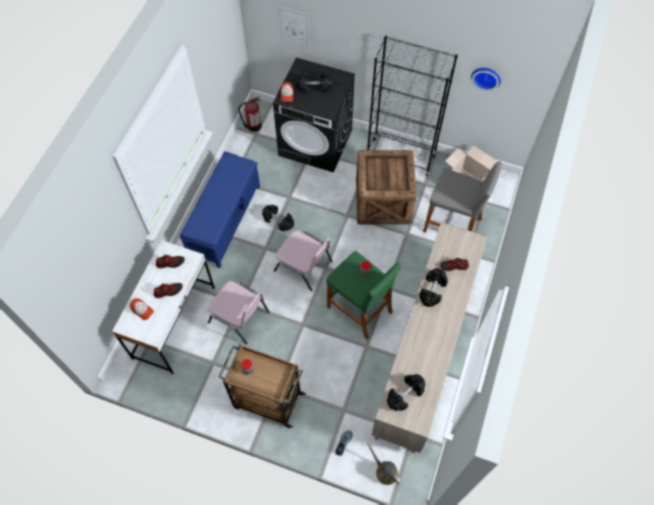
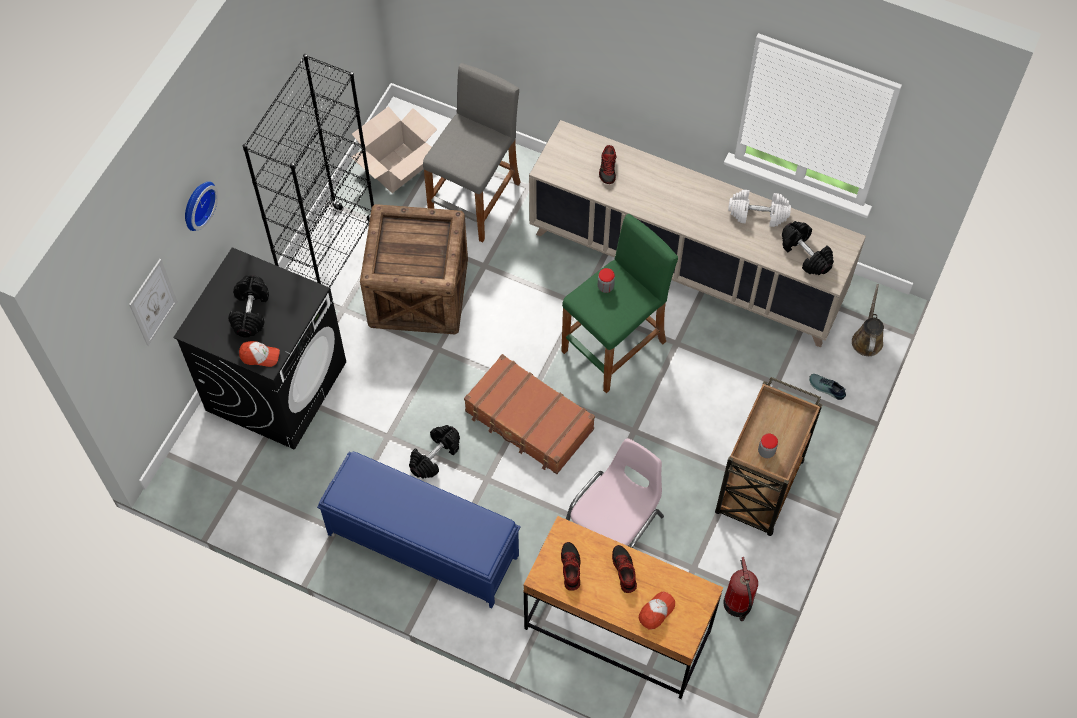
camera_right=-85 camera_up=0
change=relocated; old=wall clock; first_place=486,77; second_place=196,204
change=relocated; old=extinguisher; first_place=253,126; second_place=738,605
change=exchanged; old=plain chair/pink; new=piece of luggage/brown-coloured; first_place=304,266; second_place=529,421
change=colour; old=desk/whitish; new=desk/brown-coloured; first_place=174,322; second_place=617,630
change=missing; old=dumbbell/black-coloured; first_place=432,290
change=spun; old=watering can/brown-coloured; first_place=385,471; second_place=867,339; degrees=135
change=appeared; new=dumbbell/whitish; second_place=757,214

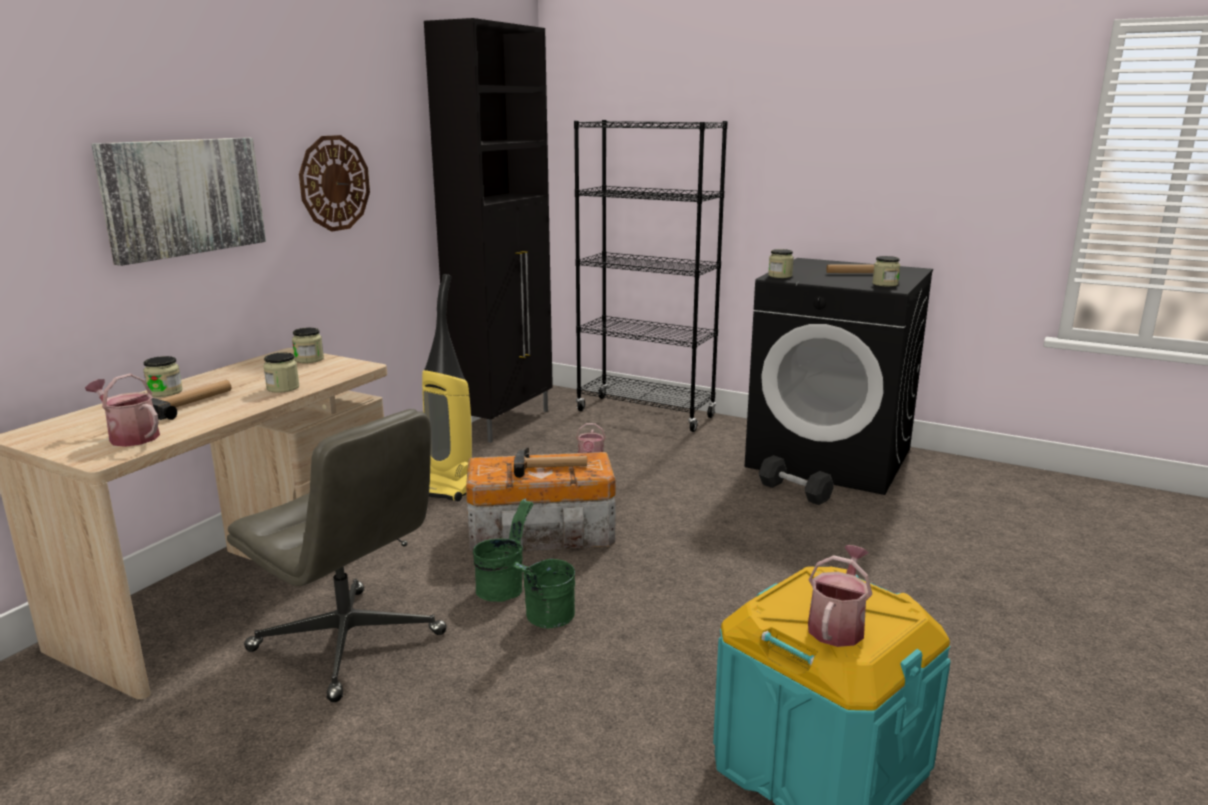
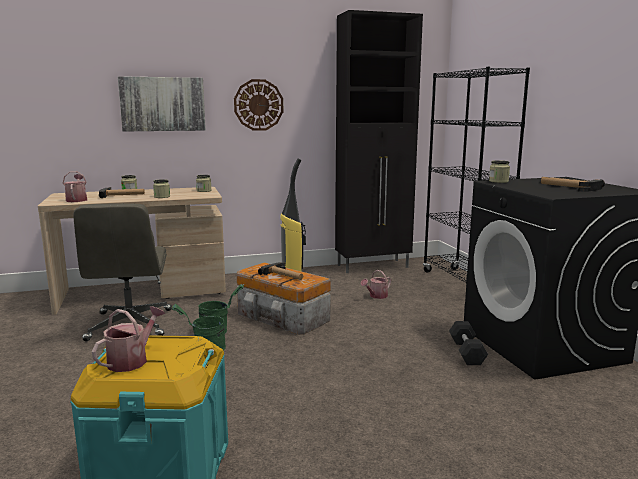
camera_right=45 camera_up=-5
change=missing; old=storage jar; first_place=885,284
change=spun; old=watering can; first_place=837,625; second_place=132,360; degrees=-45

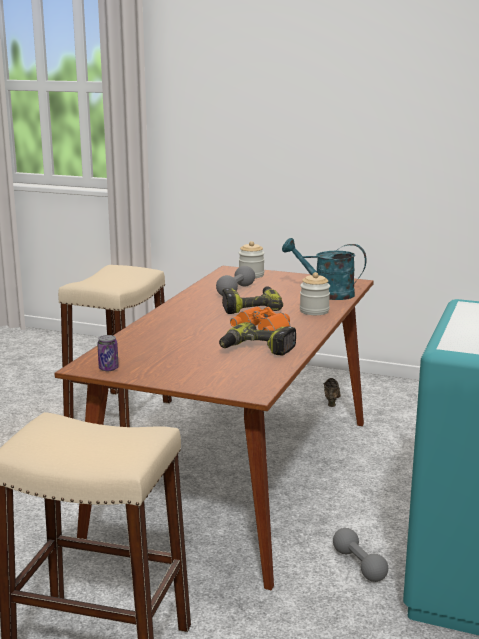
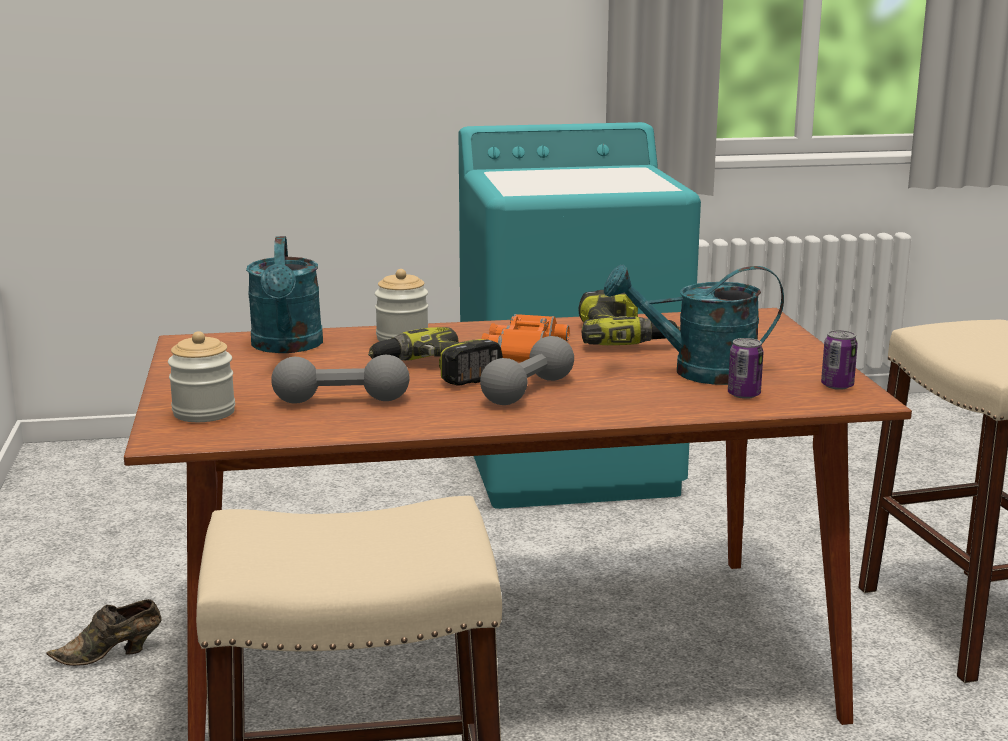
camera_right=-120 camera_up=0
change=relocated; old=dumbbell/grey; first_place=359,565; second_place=528,391
change=appeared; new=watering can/blue-green; second_place=699,372
change=appeared; new=metal can; second_place=744,394

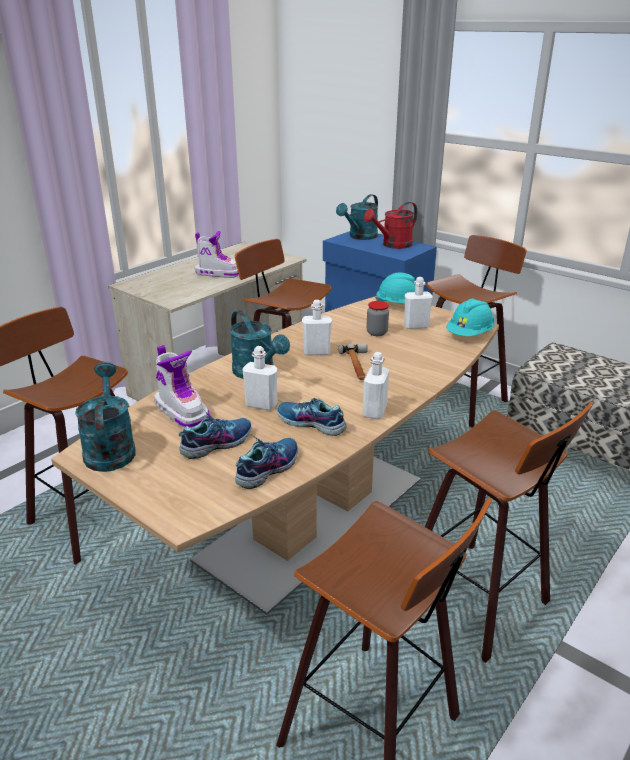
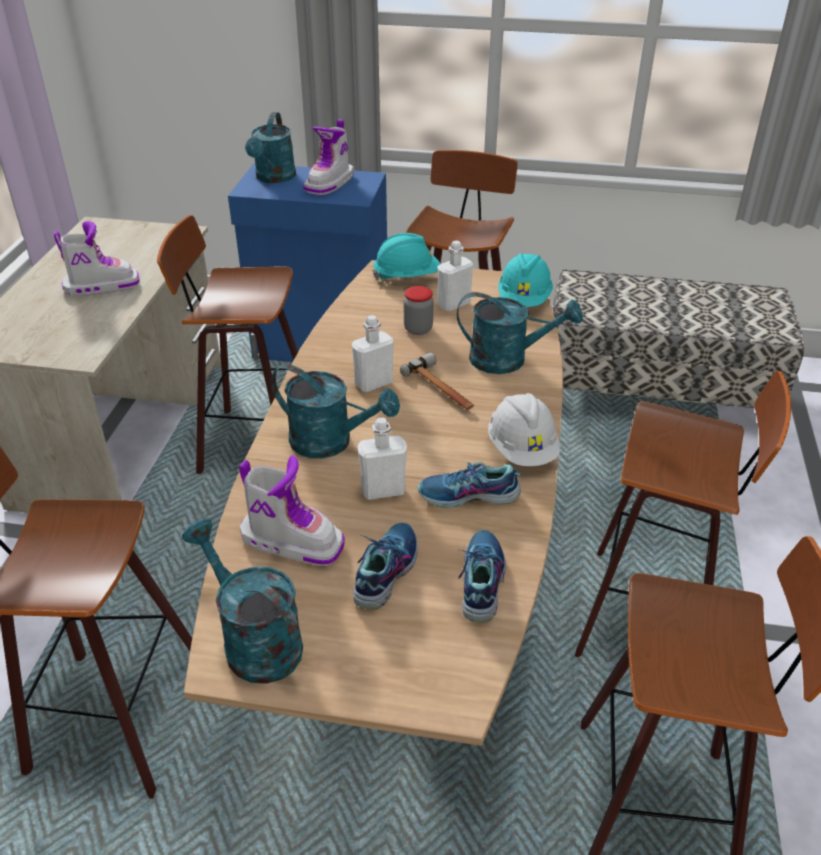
camera_right=-30 camera_up=10
change=exchanged; old=watering can/red-coloured; new=boot; first_place=393,245; second_place=330,183
change=exchanged; old=bottle/whitish; new=work helmet/whitish; first_place=374,411; second_place=522,450
change=appeared; new=watering can/blue-green; second_place=508,360

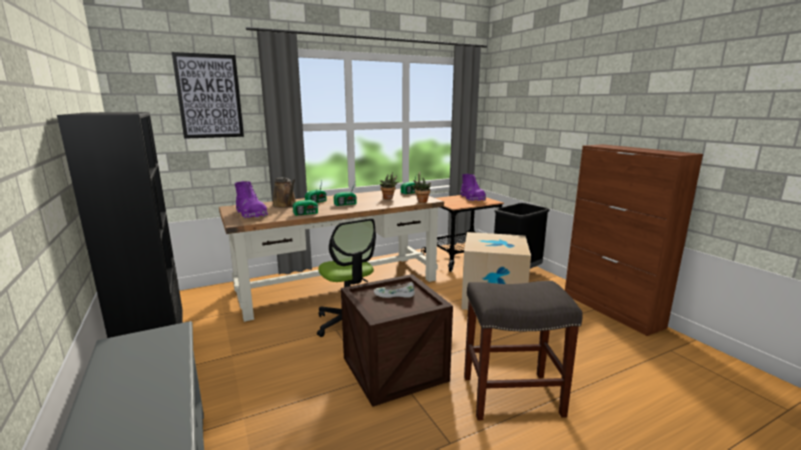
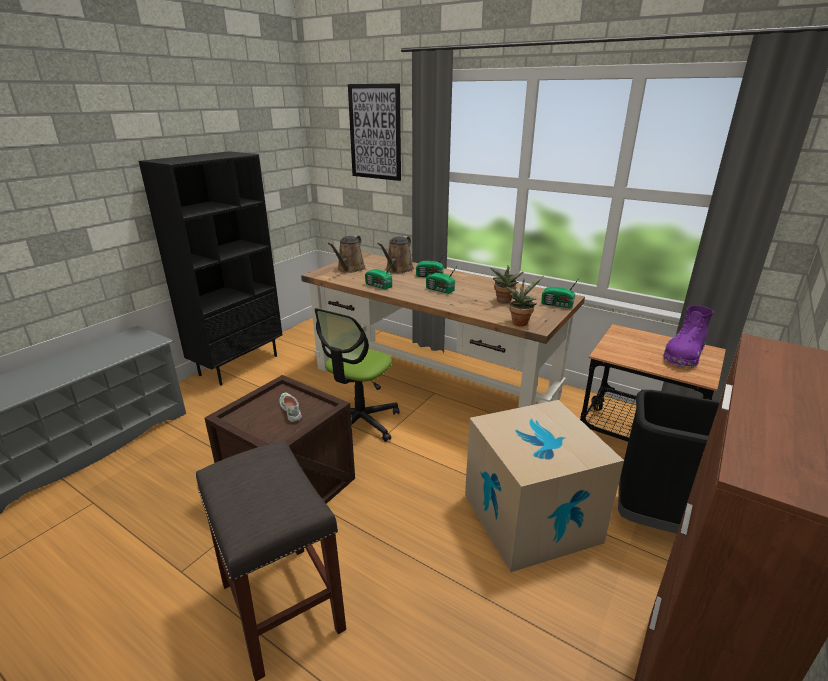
camera_right=60 camera_up=10
change=exchanged; old=boot/purplish; new=watering can/brown-coloured; first_place=251,214; second_place=349,269

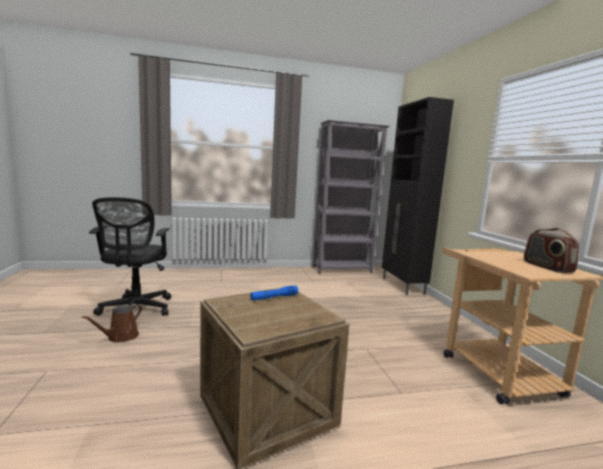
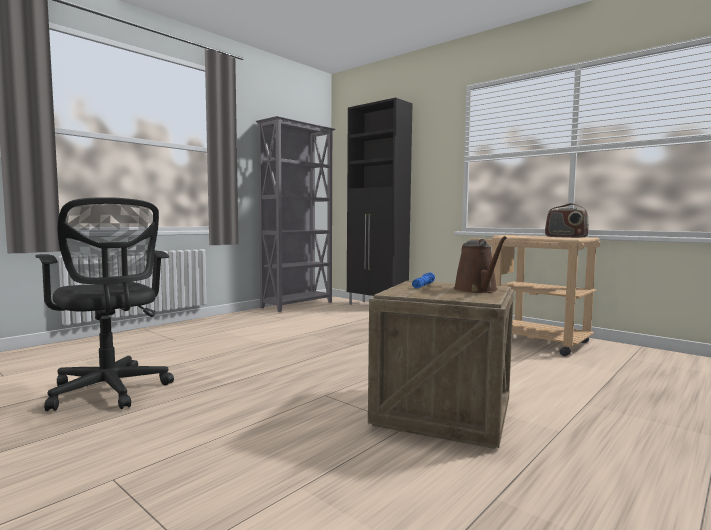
camera_right=-35 camera_up=-5
change=relocated; old=watering can/brown-coloured; first_place=120,337; second_place=477,290

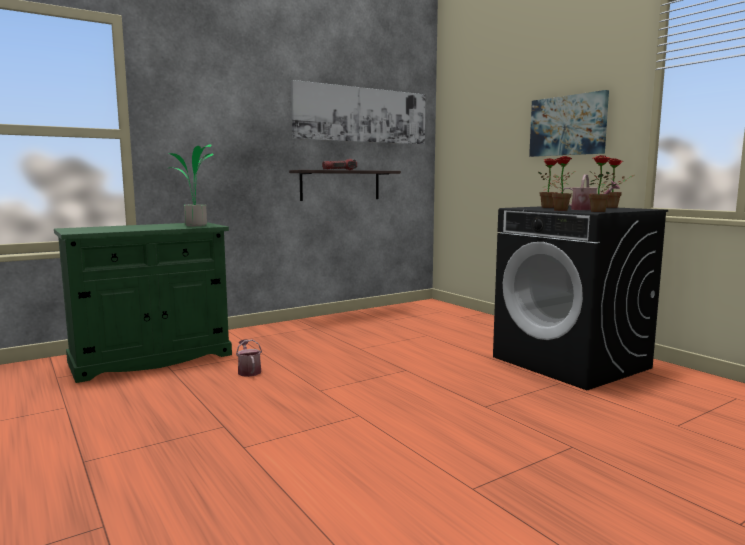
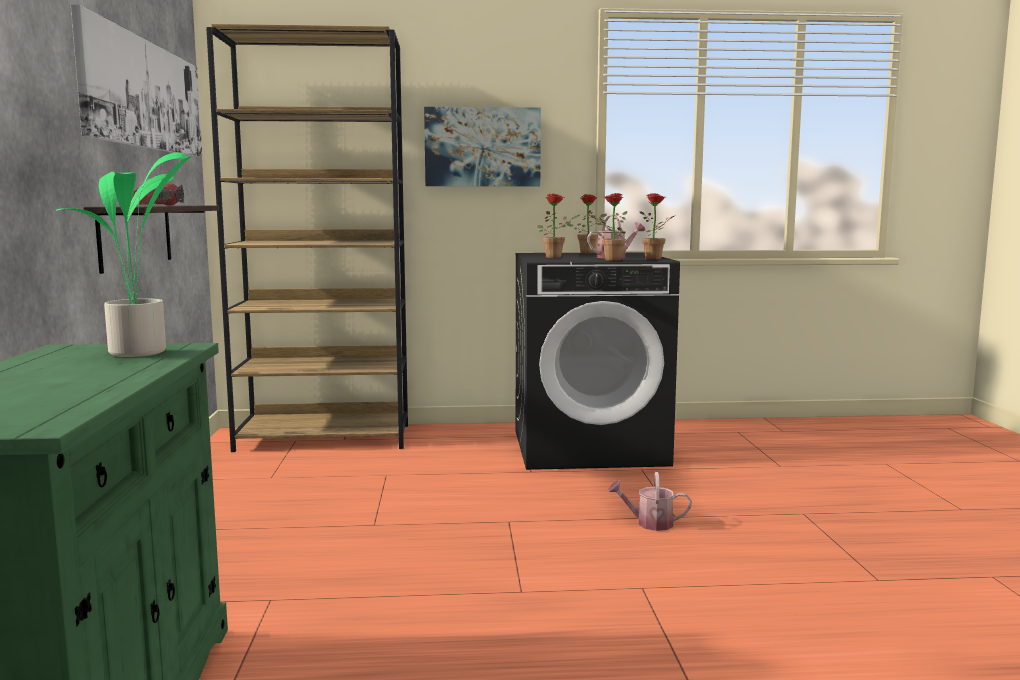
camera_right=-60 camera_up=0
change=relocated; old=watering can; first_place=249,371; second_place=649,523
change=appeared; new=bookshelf/brown-coloured; second_place=325,438

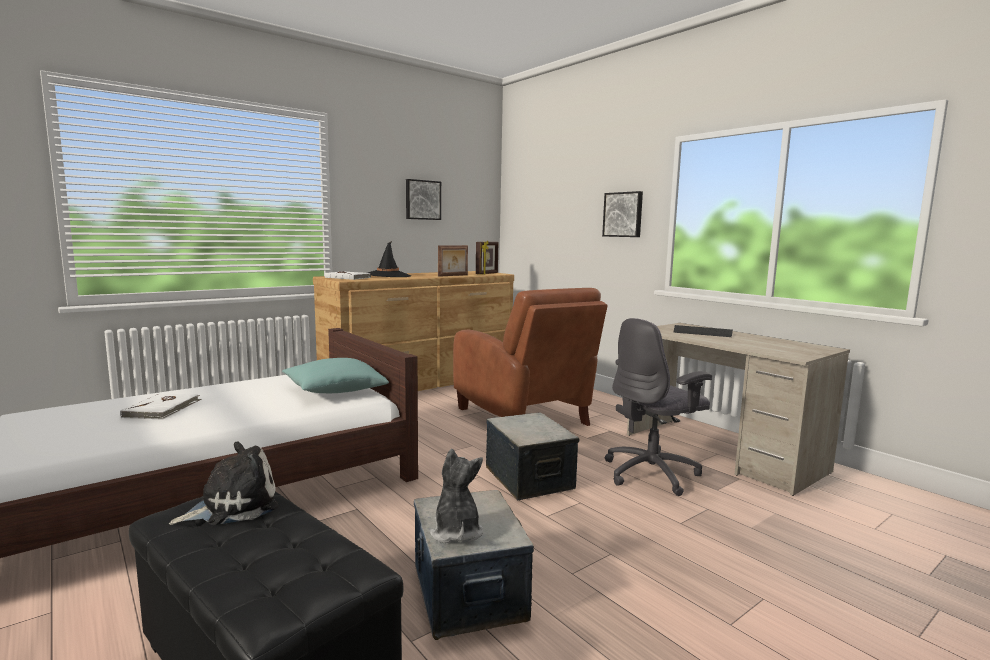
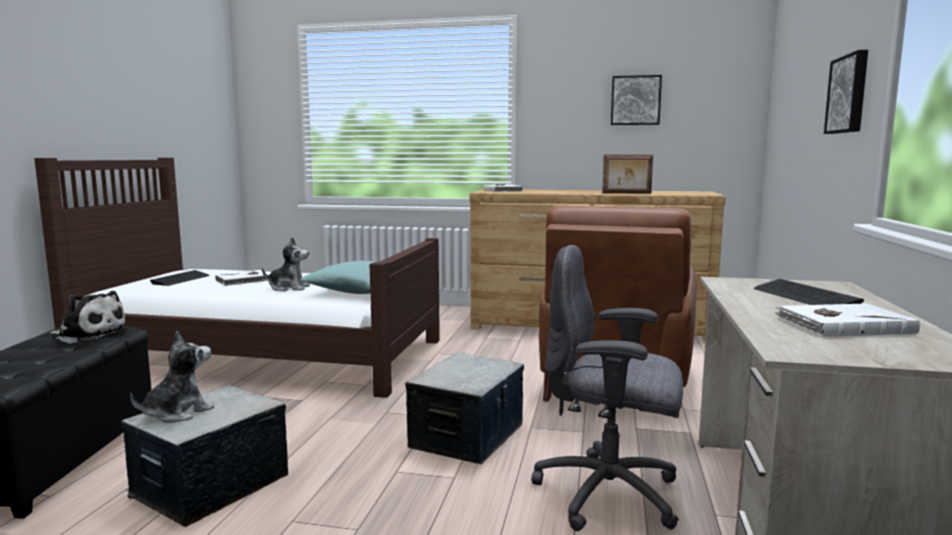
camera_right=50 camera_up=0
change=missing; old=hat/black-coloured; first_place=388,275
change=missing; old=standing frame; first_place=487,273
change=appeared; new=cuddly toy; second_place=288,288
change=appeared; new=PC keyboard; second_place=181,279
change=appeared; new=volume/whitish; second_place=842,325

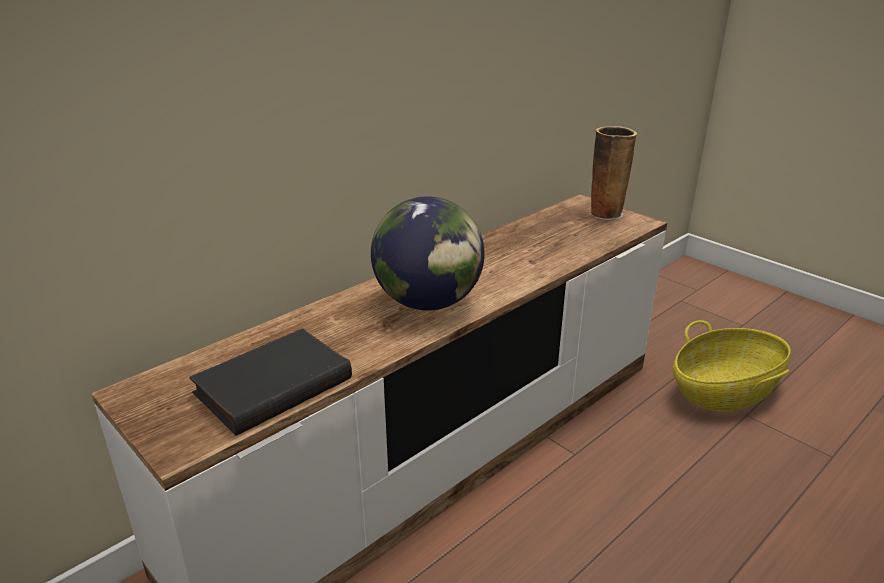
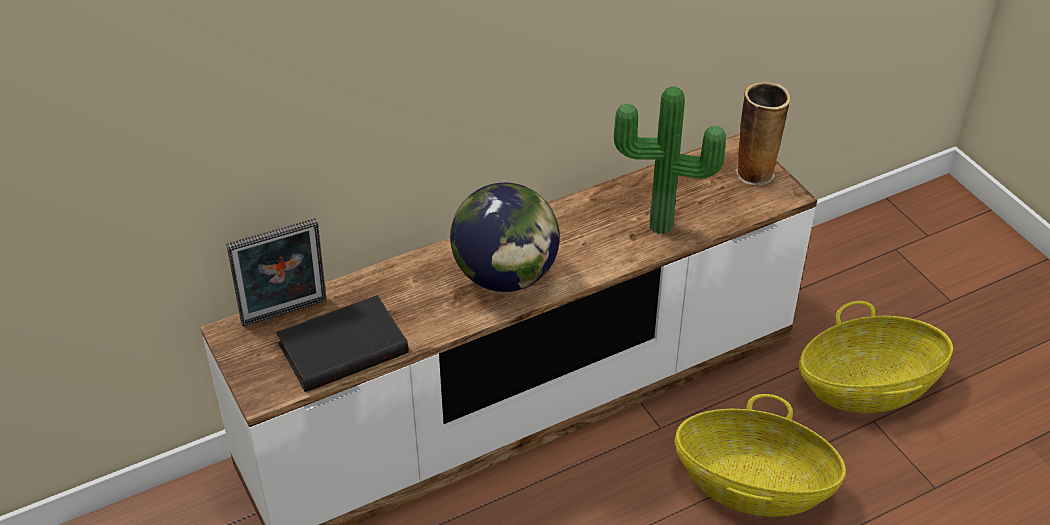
camera_right=15 camera_up=15
change=appeared; new=plant in a pot; second_place=661,229
change=appeared; new=standing frame; second_place=285,315
change=appeared; new=storage basket; second_place=753,485

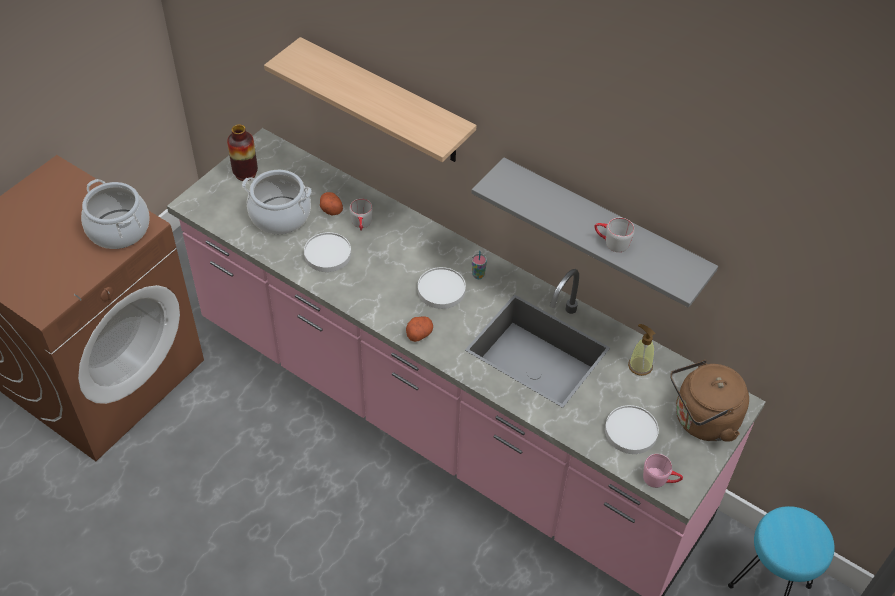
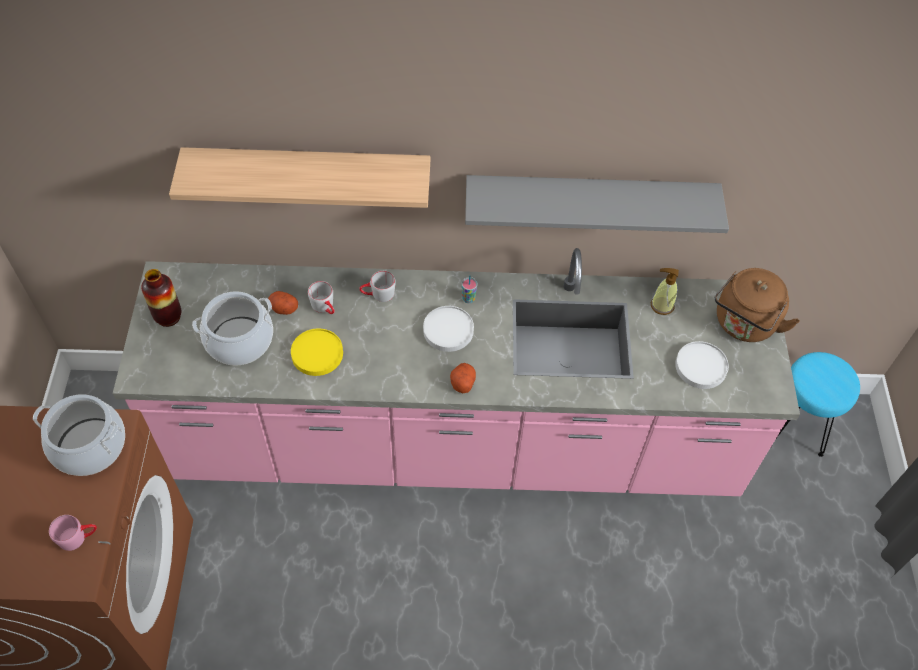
camera_right=-35 camera_up=5
change=relocated; old=coffee mug/grey; first_place=611,242; second_place=378,295
change=colour; old=flat dish/whitish; new=flat dish/yellowish; first_place=328,254; second_place=317,353
change=relocated; old=coffee mug/pink; first_place=660,479; second_place=78,537

